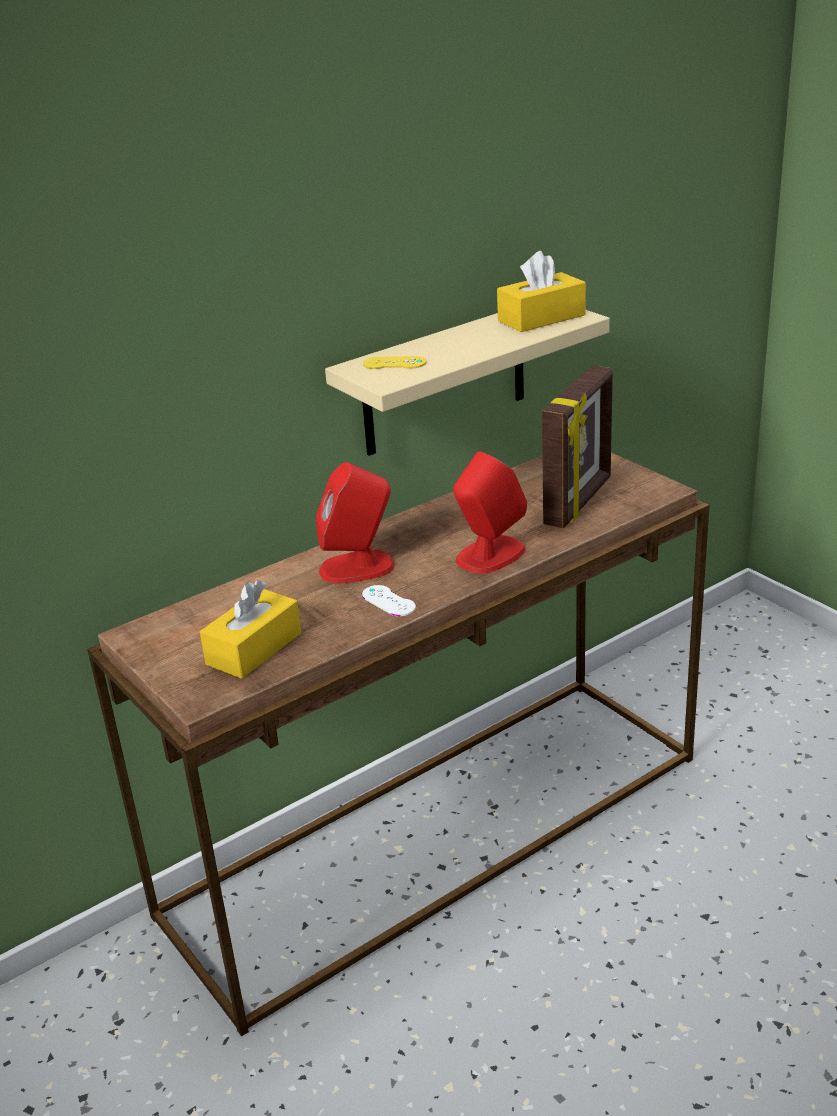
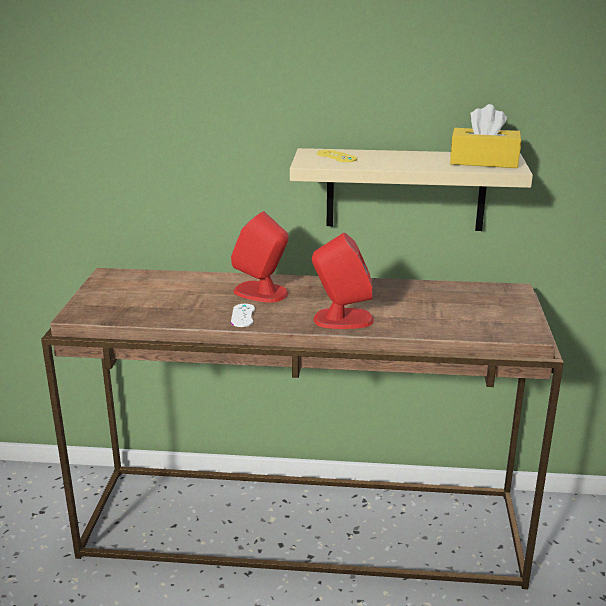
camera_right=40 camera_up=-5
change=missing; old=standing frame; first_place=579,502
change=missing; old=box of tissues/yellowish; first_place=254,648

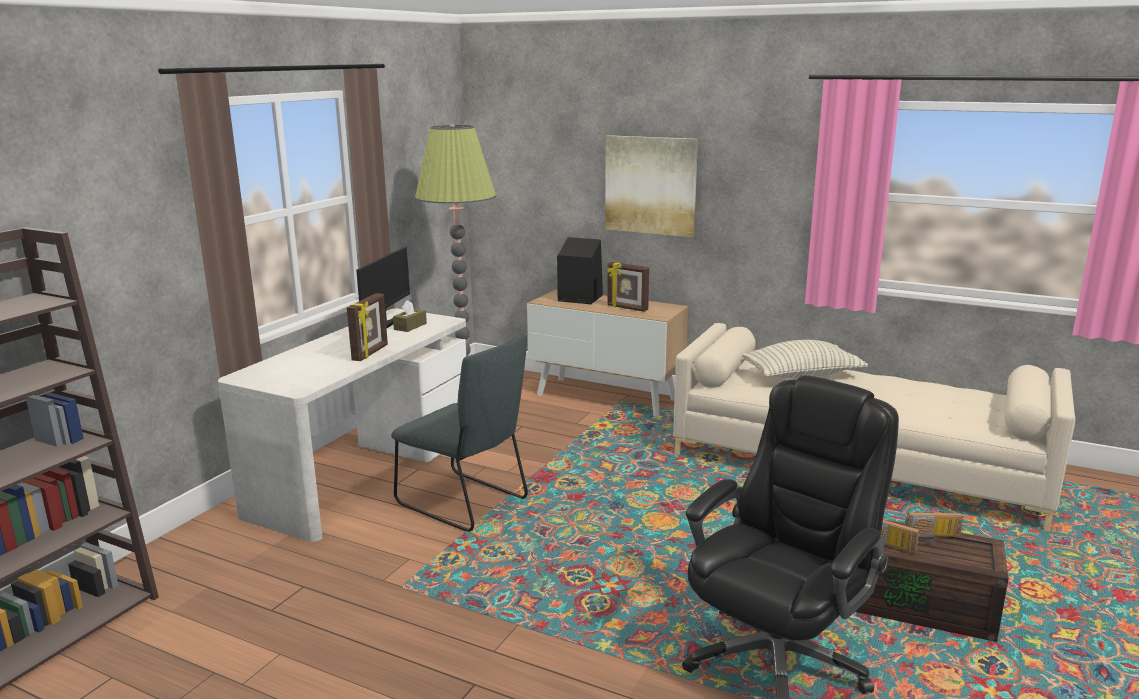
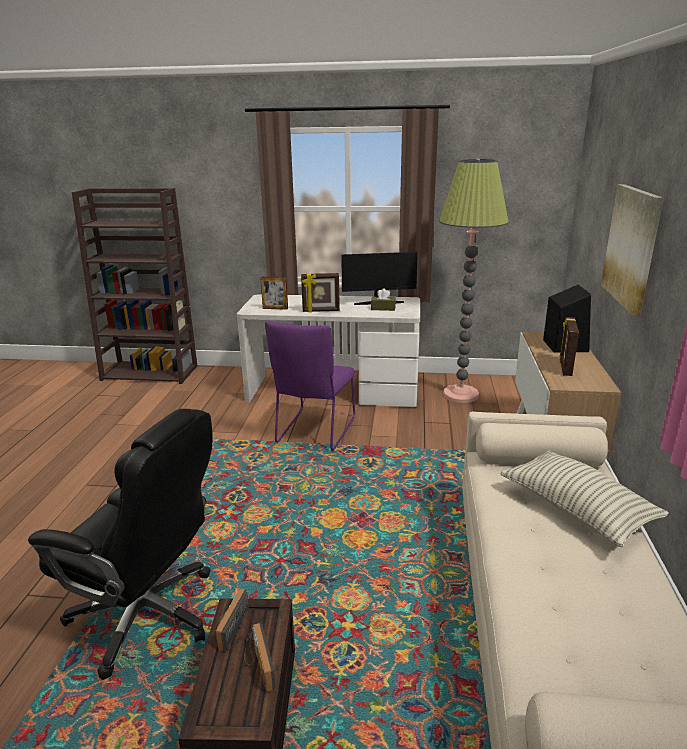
camera_right=70 camera_up=5
change=colour; old=plain chair/grey; new=plain chair/purplish; first_place=466,503; second_place=314,432
change=appeared; new=standing frame; second_place=275,308

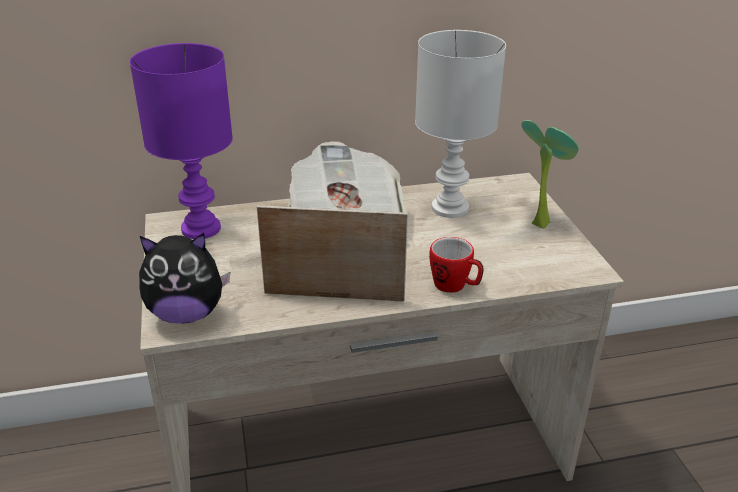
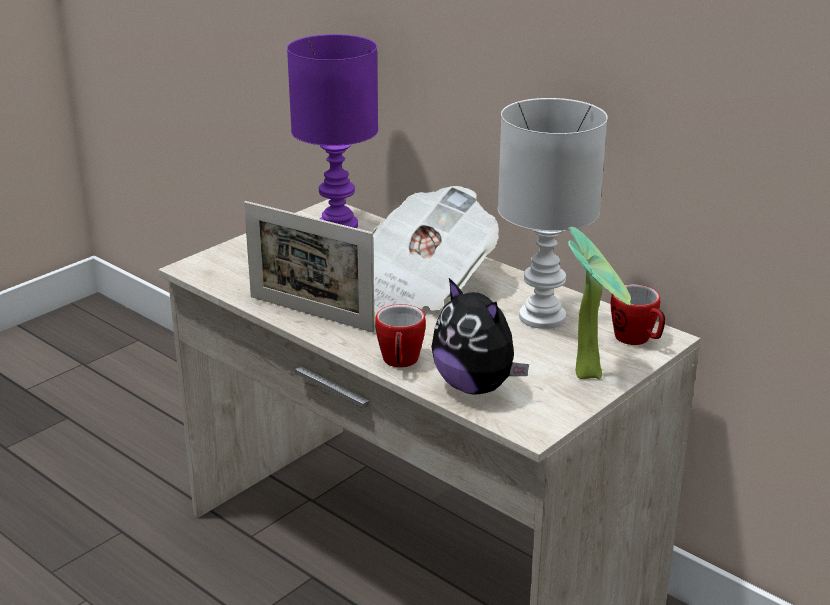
camera_right=55 camera_up=-5
change=spun; old=standing frame; first_place=334,297; second_place=311,314; degrees=150
change=relocated; old=cuddly toy; first_place=187,314; second_place=476,386
change=appeared; new=coffee mug; second_place=637,340

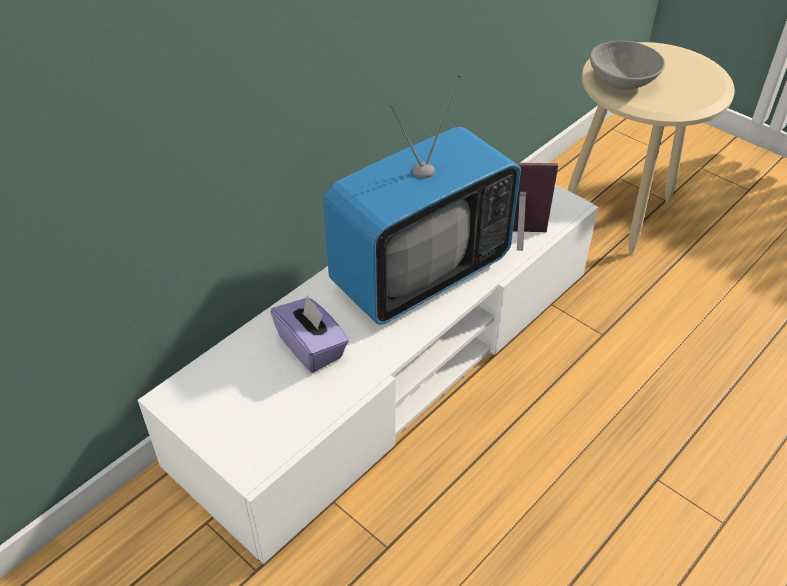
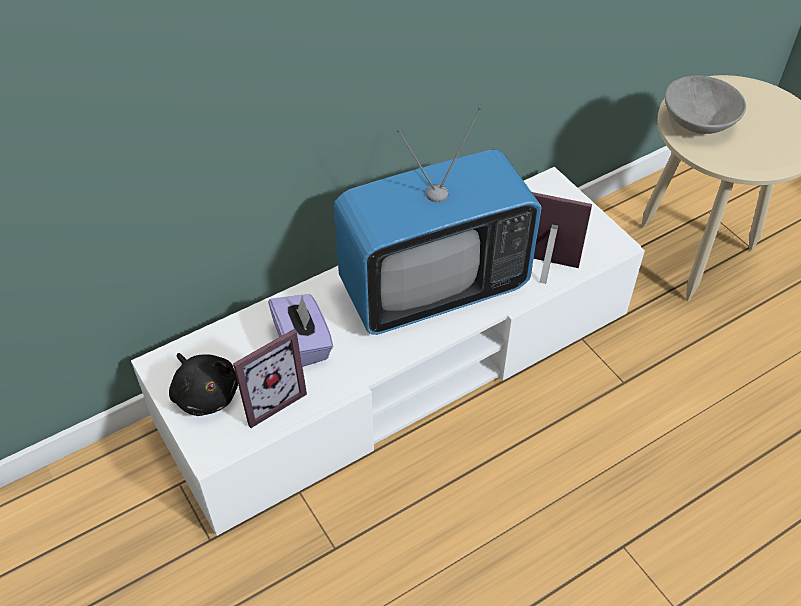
camera_right=15 camera_up=5
change=appeared; new=standing frame; second_place=268,398
change=appeared; new=cuddly toy/black-coloured; second_place=205,393

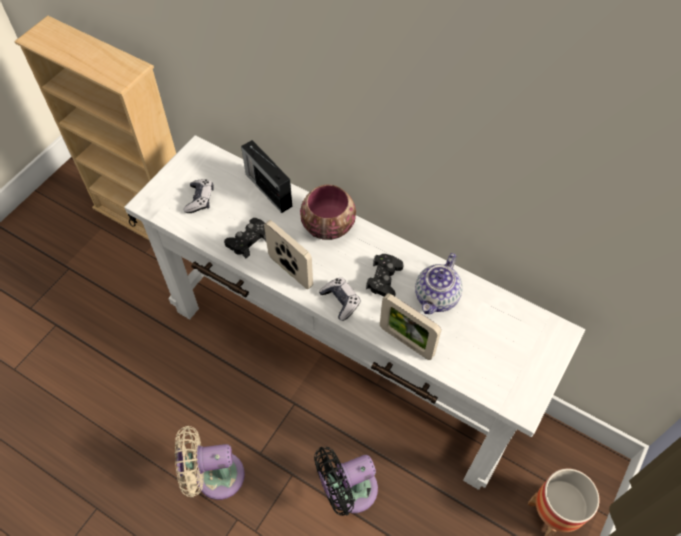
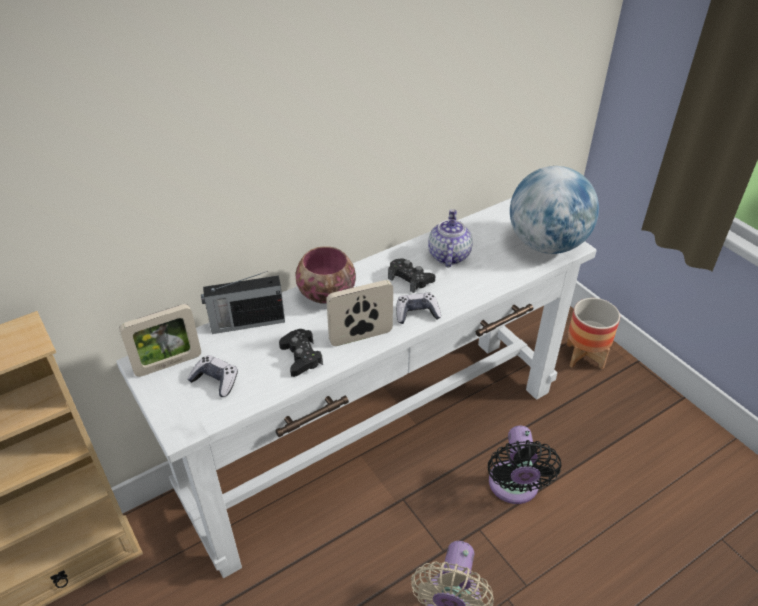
camera_right=-65 camera_up=-15
change=spun; old=pot for tea; first_place=437,297; second_place=448,255; degrees=-135
change=relocated; old=standing frame; first_place=406,341; second_place=168,364
change=appeared; new=world globe; second_place=546,244

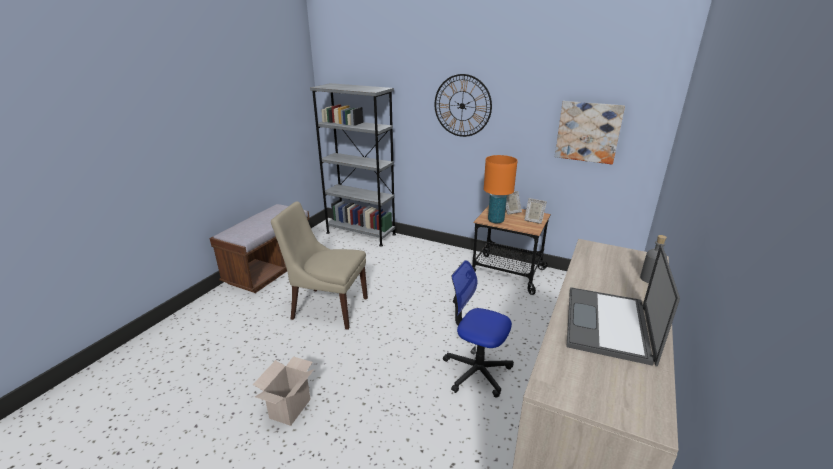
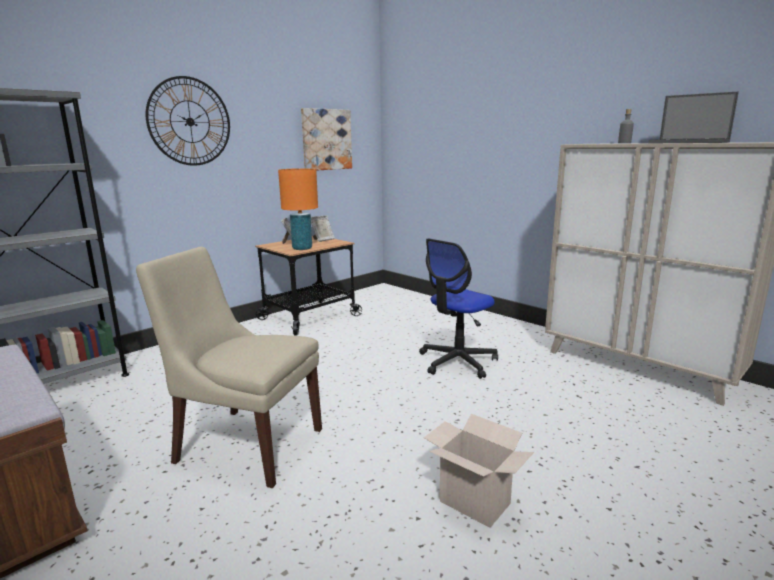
camera_right=-70 camera_up=-10
change=spun; old=plain chair/beige; first_place=327,307; second_place=245,444; degrees=75

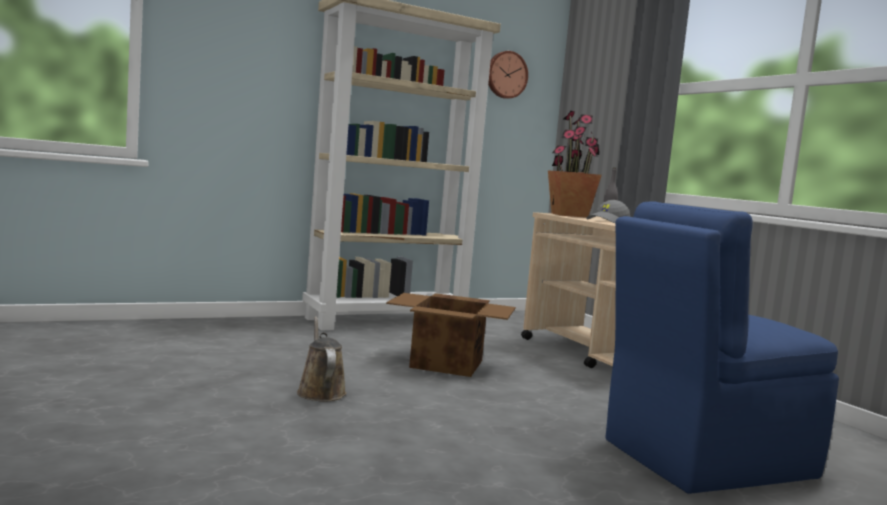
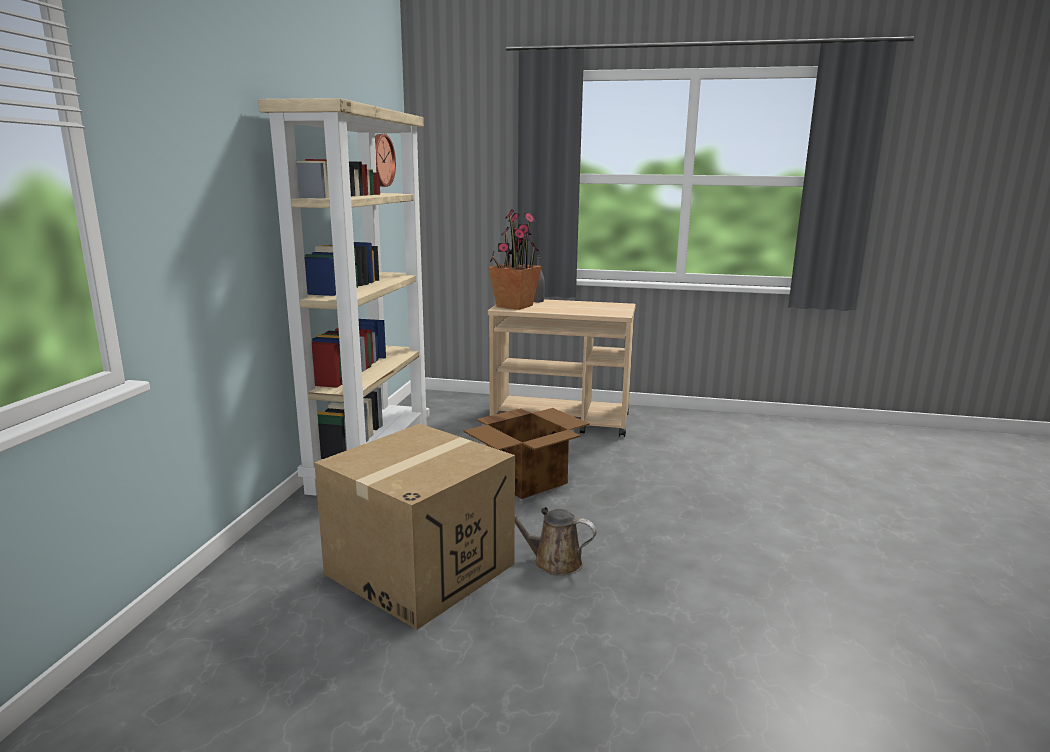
camera_right=-50 camera_up=10
change=missing; old=baseball cap/grey; first_place=608,221
change=missing; old=plain chair/bluish; first_place=703,459
change=appeared; new=carton; second_place=420,568

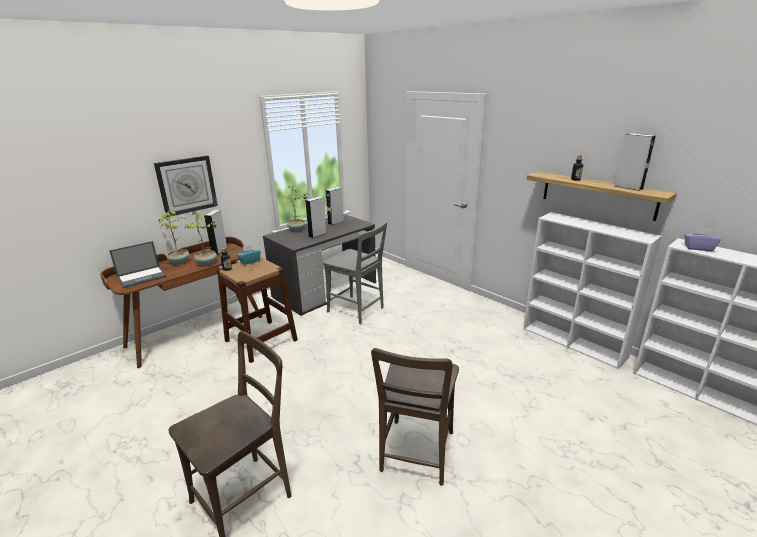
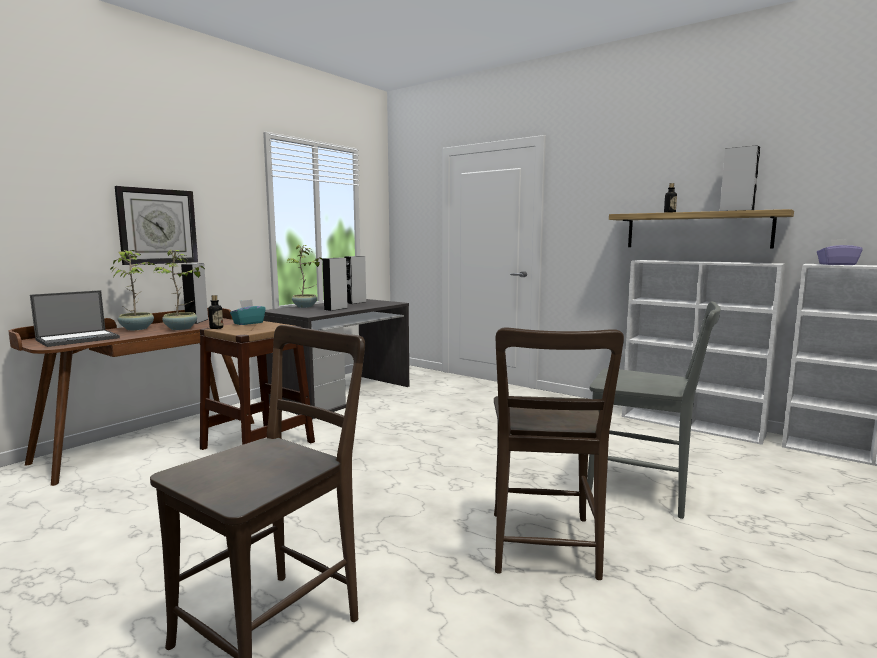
camera_right=-10 camera_up=-15
change=relocated; old=plain chair/grey; first_place=358,310; second_place=644,492

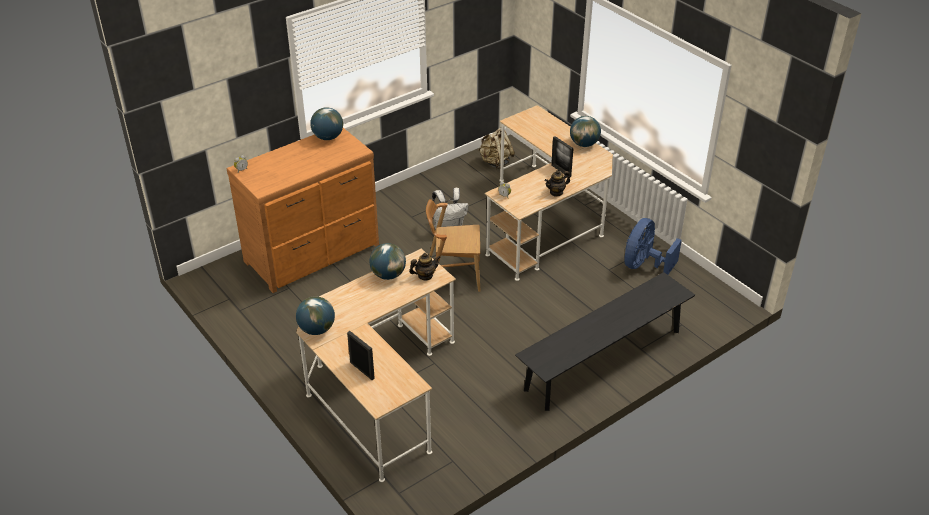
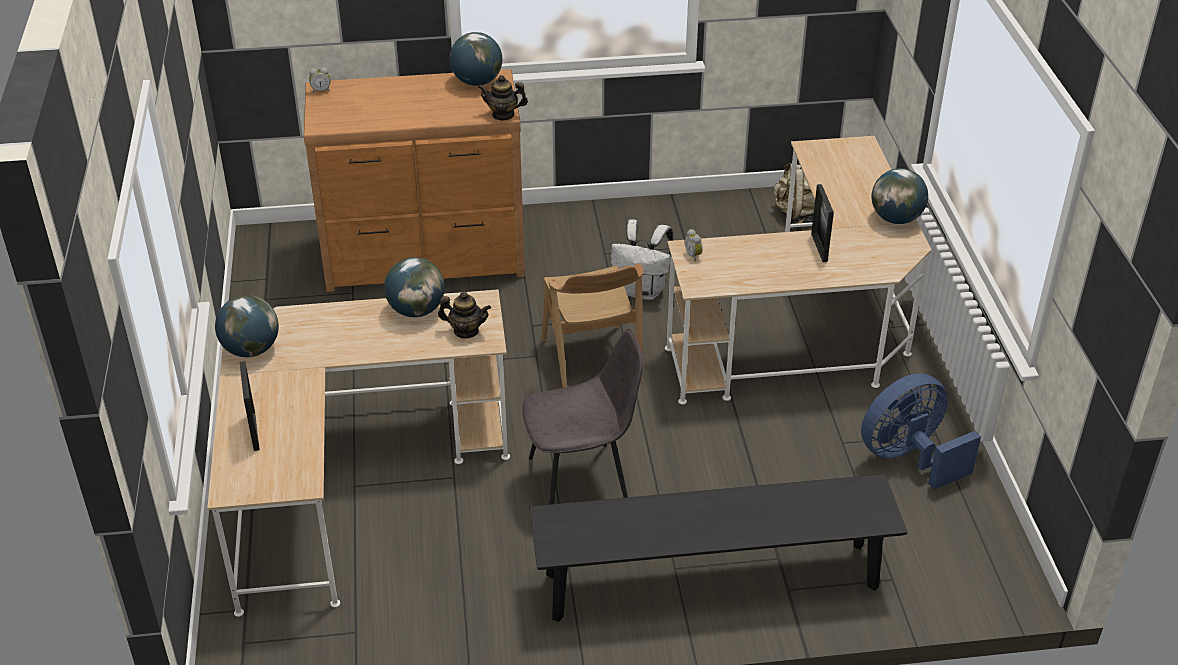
camera_right=30 camera_up=0
change=relocated; old=pot for tea; first_place=556,192; second_place=503,115
change=spun; old=plain chair/brown-coloured; first_place=453,275; second_place=591,360; degrees=-135
change=appeared; new=plain chair/grey; second_place=582,481

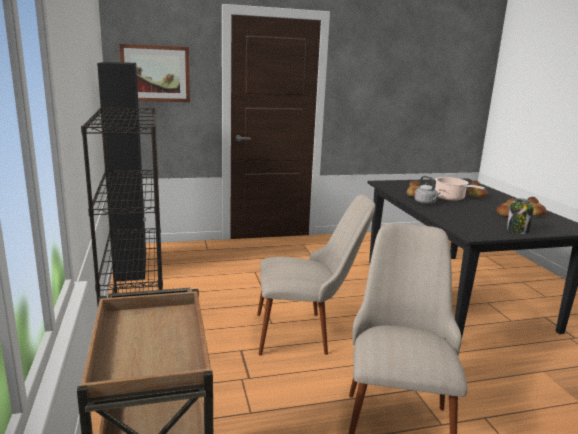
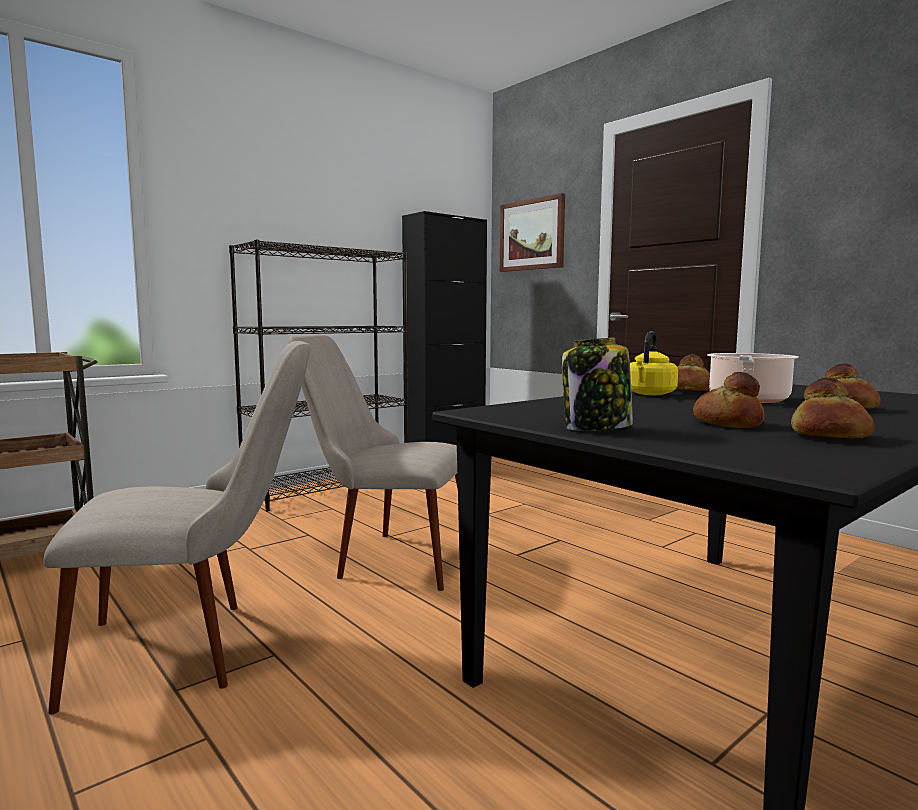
camera_right=65 camera_up=-10
change=colour; old=water kettle/grey; new=water kettle/yellowish; first_place=426,203; second_place=649,394
change=spun; old=plain chair/beige; first_place=306,333; second_place=385,557; degrees=135

